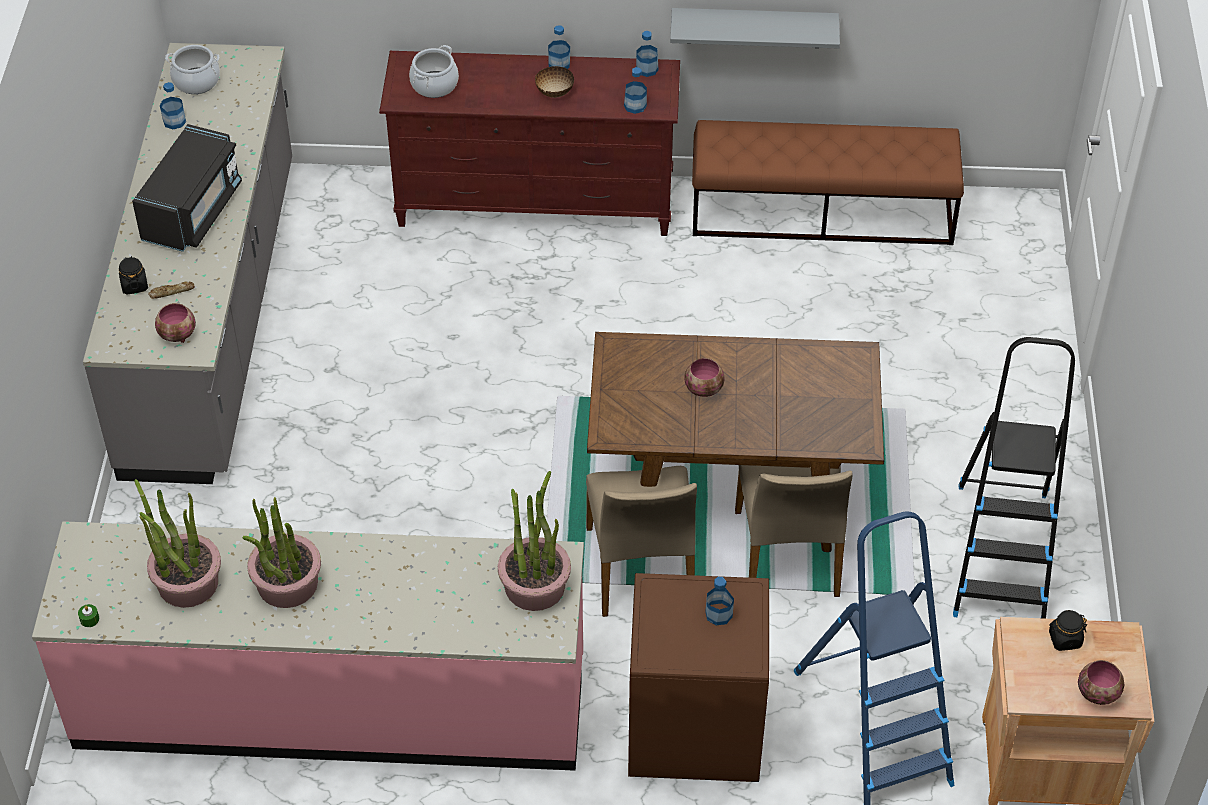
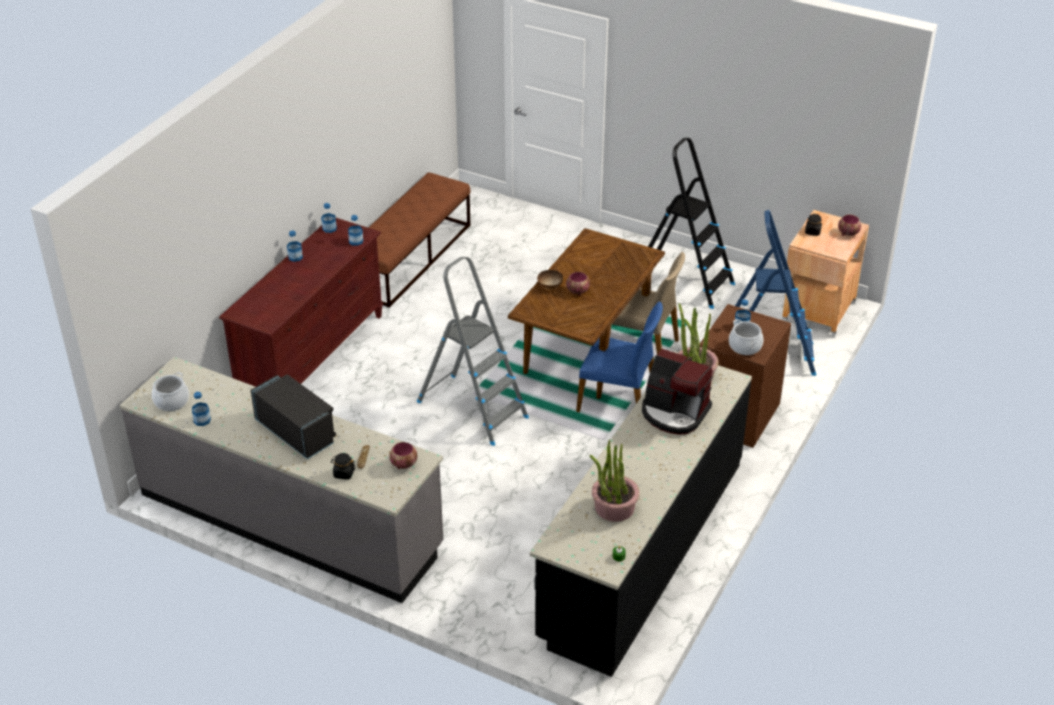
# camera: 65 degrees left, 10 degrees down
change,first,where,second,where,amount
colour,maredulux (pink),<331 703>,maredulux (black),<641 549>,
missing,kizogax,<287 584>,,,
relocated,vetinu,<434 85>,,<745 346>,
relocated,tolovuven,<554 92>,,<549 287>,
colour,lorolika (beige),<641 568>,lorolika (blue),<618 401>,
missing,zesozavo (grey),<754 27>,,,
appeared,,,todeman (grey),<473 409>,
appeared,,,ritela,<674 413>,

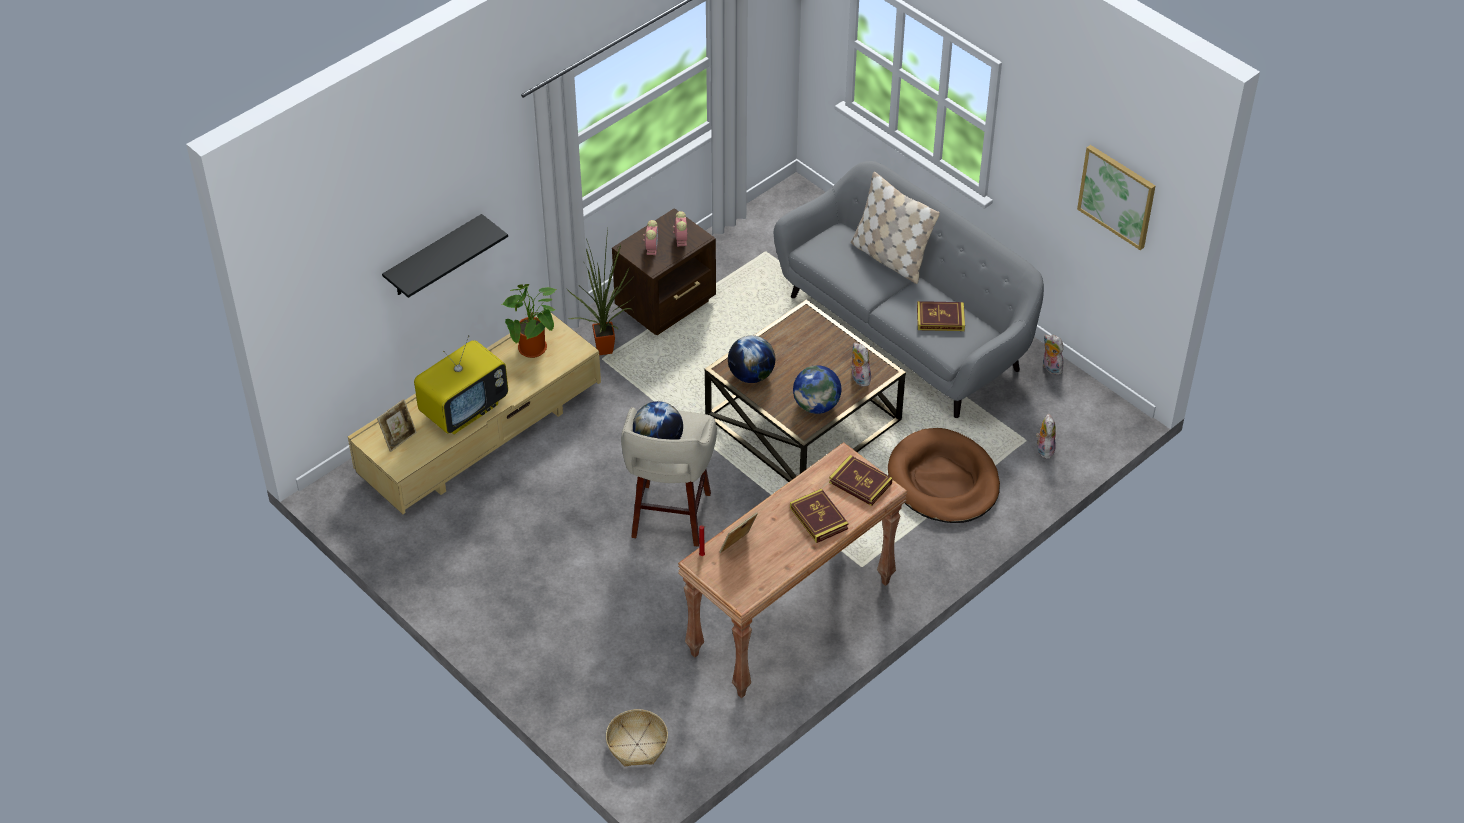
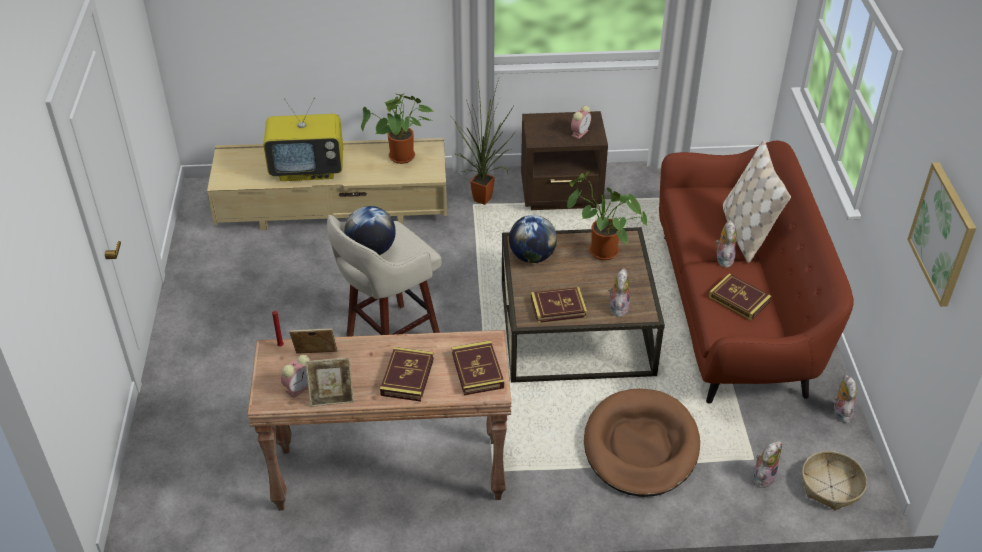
# camera: 40 degrees right, 5 degrees down
change,first,where,second,where,amount
relocated,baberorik,<399 438>,,<332 398>,
missing,zesozavo (black),<434 257>,,,
relocated,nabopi,<637 744>,,<830 486>,
relocated,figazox,<651 247>,,<299 387>,
colour,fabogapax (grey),<906 331>,fabogapax (brown),<734 312>,
exchanged,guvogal,<816 405>,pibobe,<558 307>,
appeared,,,kizogax,<600 252>,
appeared,,,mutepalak,<723 258>,

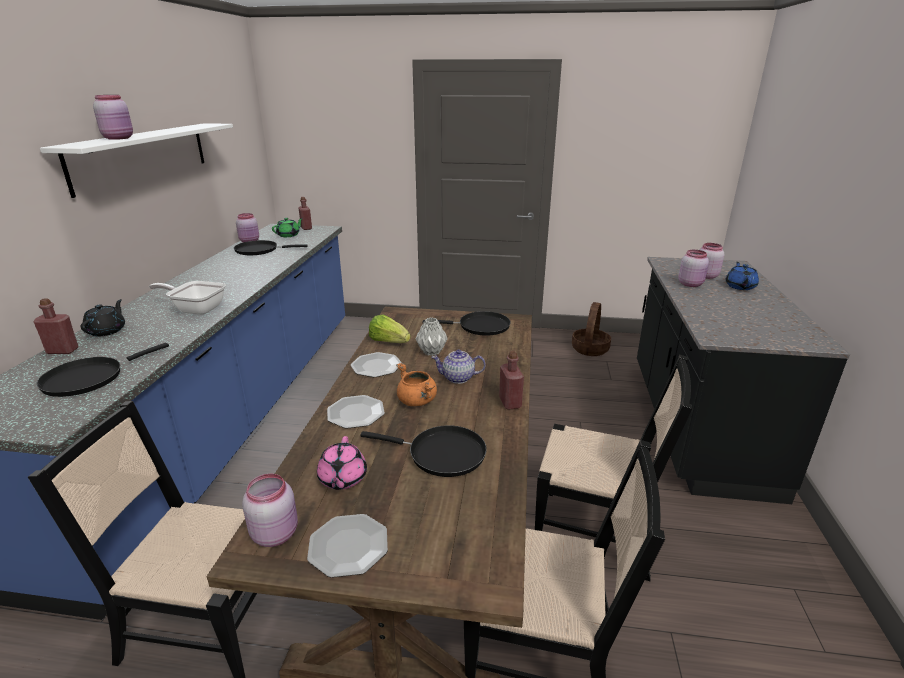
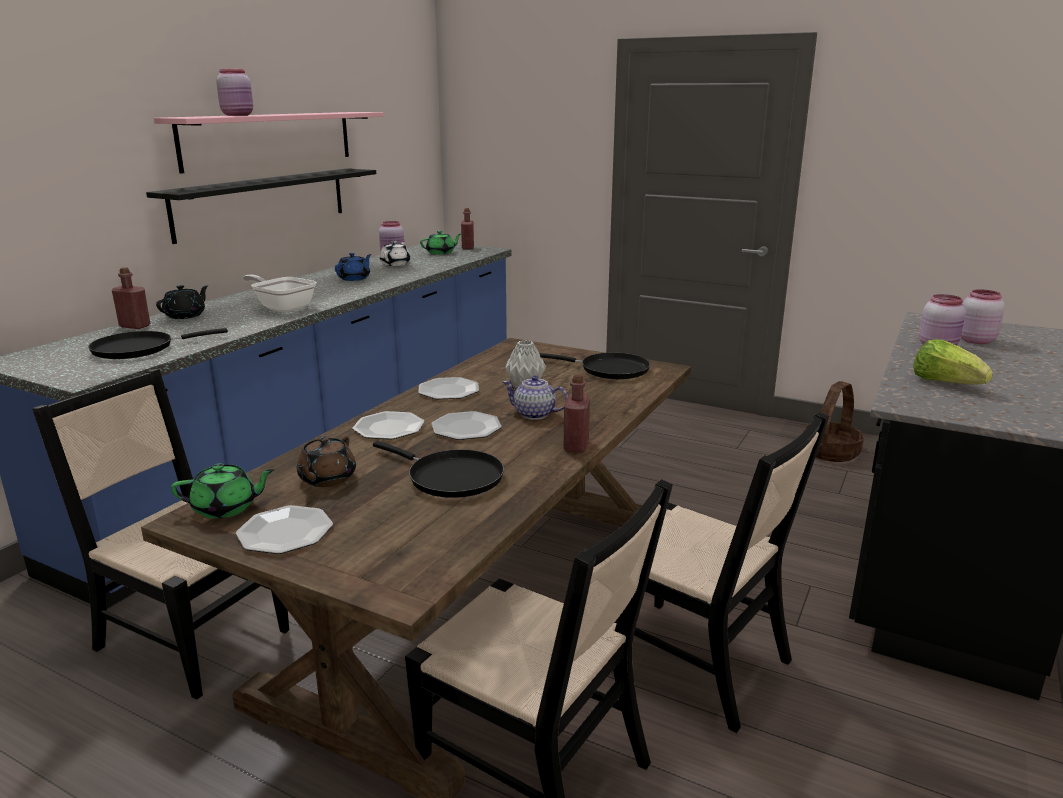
# camera: 20 degrees right, 5 degrees down
change,first,where,second,where,amount
colour,zesozavo (white),<142 155>,zesozavo (pink),<270 139>,
exchanged,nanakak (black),<260 250>,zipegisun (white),<395 264>,
exchanged,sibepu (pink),<275 533>,zipegisun (green),<226 508>,
colour,zipegisun (pink),<342 479>,zipegisun (brown),<326 479>,
relocated,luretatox,<389 342>,,<945 383>,
exchanged,vetinu (orange),<417 401>,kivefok,<466 428>,
relocated,zipegisun (blue),<740 286>,,<354 278>,
appeared,,,zesozavo (black),<263 202>,

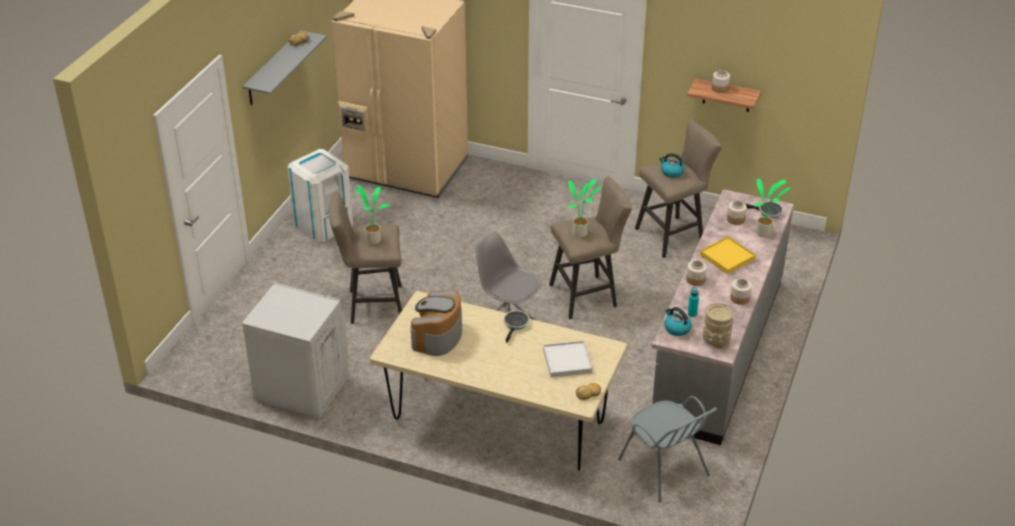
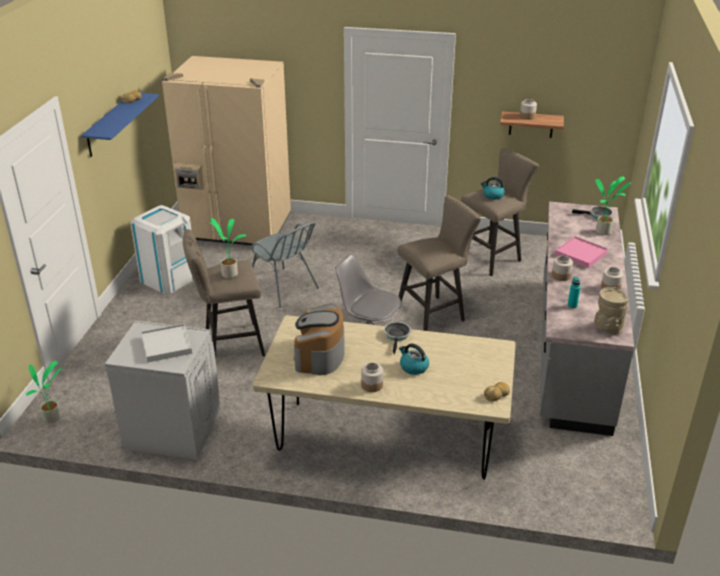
# camera: 10 degrees left, 5 degrees down
change,first,where,second,where,amount
colour,zesozavo (grey),<273 69>,zesozavo (blue),<109 125>,
relocated,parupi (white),<567 361>,,<166 345>,
relocated,kizogax,<581 233>,,<53 418>,
relocated,lorolika (grey),<665 471>,,<284 289>,
relocated,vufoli,<676 328>,,<413 367>,
colour,parupi (yellow),<727 257>,parupi (pink),<580 254>,
relocated,sibepu,<735 219>,,<372 385>,

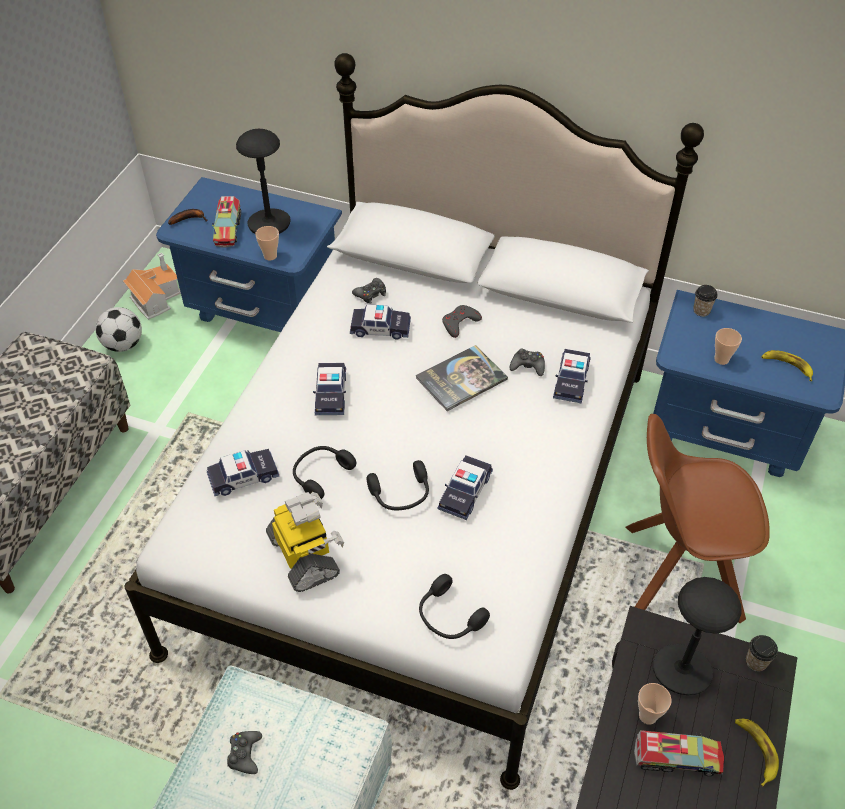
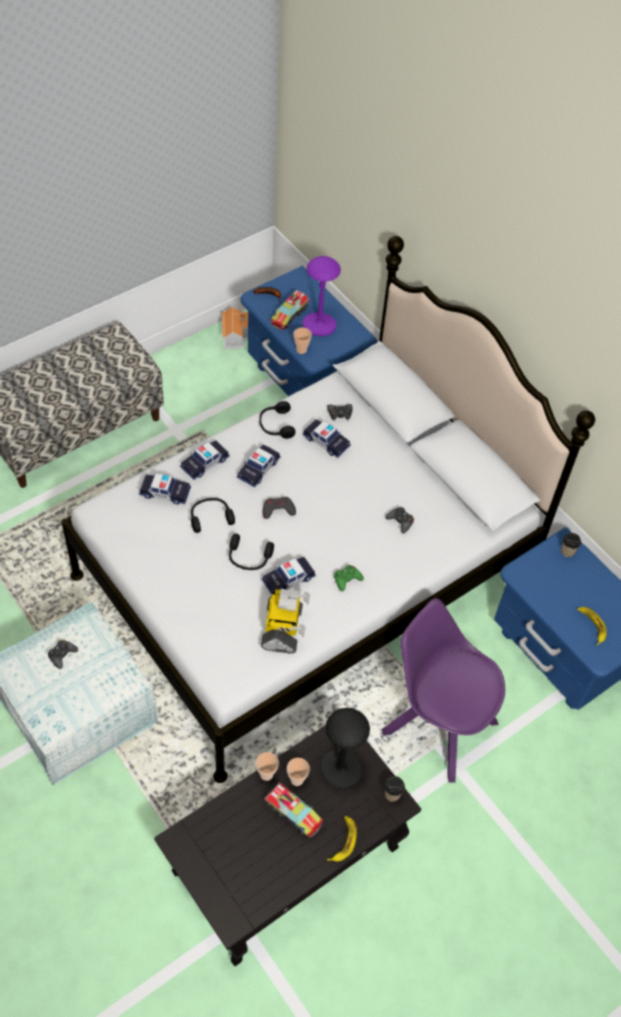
# camera: 30 degrees right, 5 degrees up
change,first,where,second,where,amount
missing,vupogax,<123 344>,,,
colour,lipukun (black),<269 224>,lipukun (purple),<319 326>,
relocated,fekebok,<305 556>,,<283 629>,
missing,pibobe,<461 379>,,,
relocated,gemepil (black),<448 617>,,<275 425>,
relocated,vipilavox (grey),<459 323>,,<278 509>,
relocated,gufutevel,<571 381>,,<205 463>,
colour,lorolika (brown),<678 571>,lorolika (purple),<437 724>,
relocated,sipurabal,<721 359>,,<266 774>,
appeared,,,vipilavox (green),<347 579>,

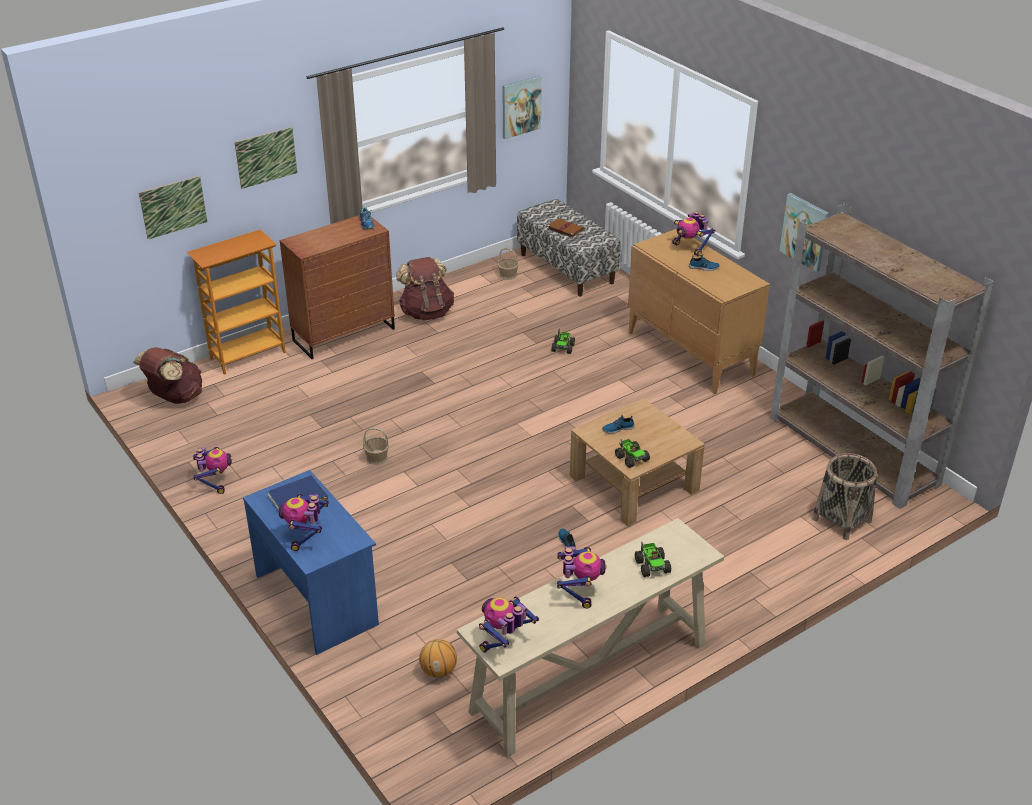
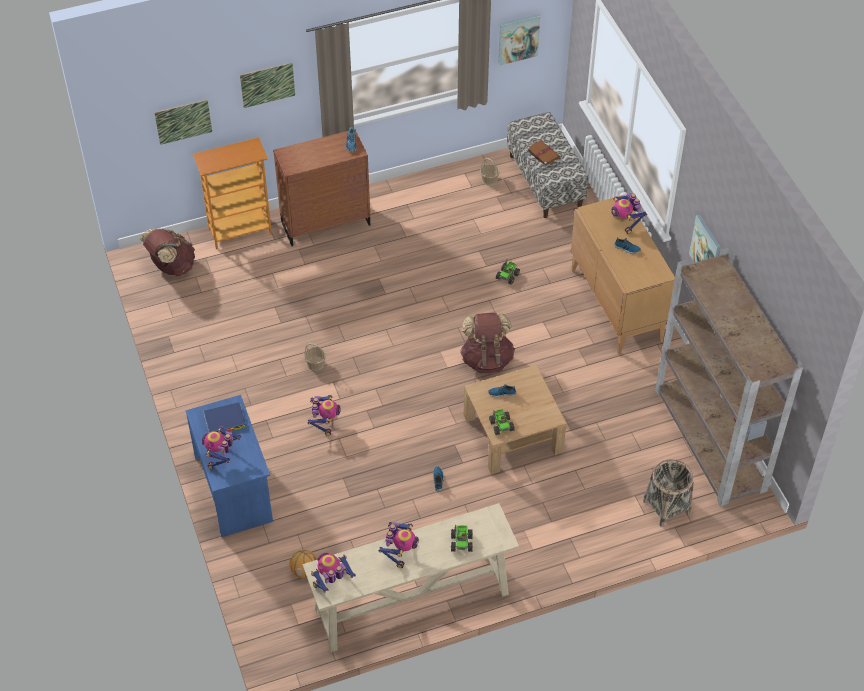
# camera: 15 degrees right, 15 degrees up
change,first,where,second,where,amount
relocated,fekebok,<215 482>,,<325 422>,
relocated,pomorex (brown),<426 313>,,<487 359>,

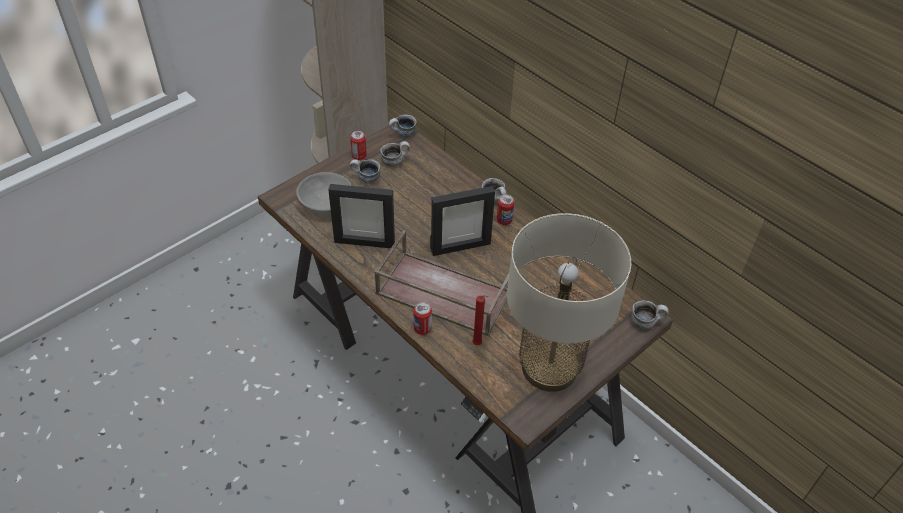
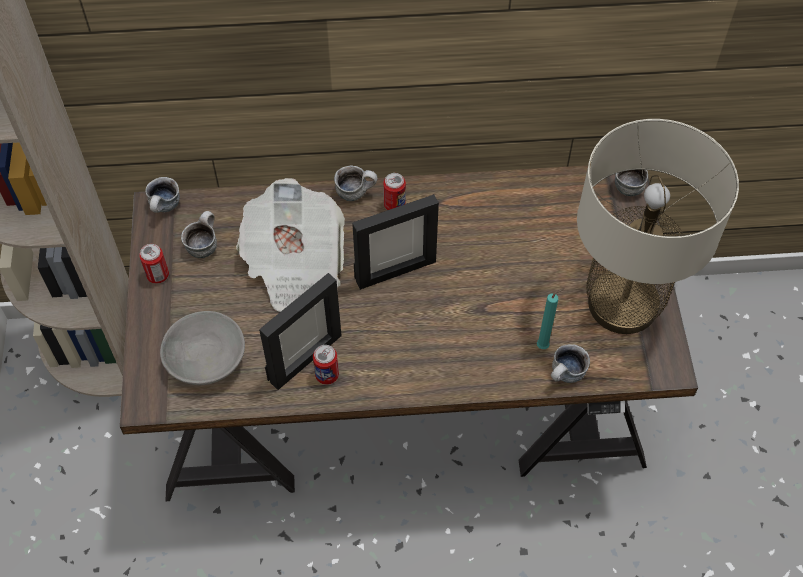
# camera: 50 degrees left, 10 degrees up
change,first,where,second,where,amount
relocated,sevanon,<365 179>,,<565 376>,
missing,parupi (brown),<442 293>,,,
relocated,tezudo,<422 329>,,<327 375>,
spun,baberorik,<460 246>,,<395 270>,45 degrees clockwise
colour,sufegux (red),<478 344>,sufegux (turquoise),<544 346>,
appeared,,,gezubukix,<294 263>,

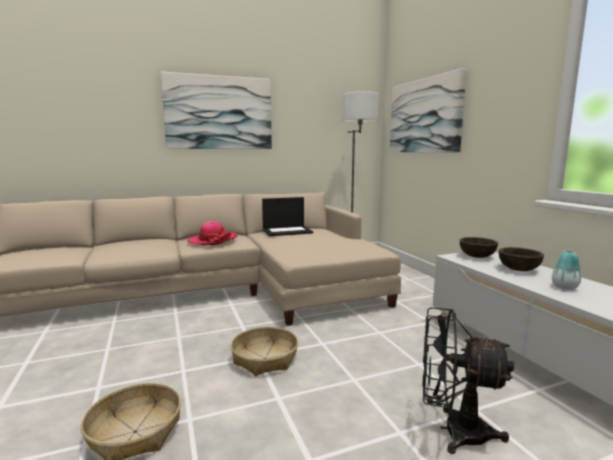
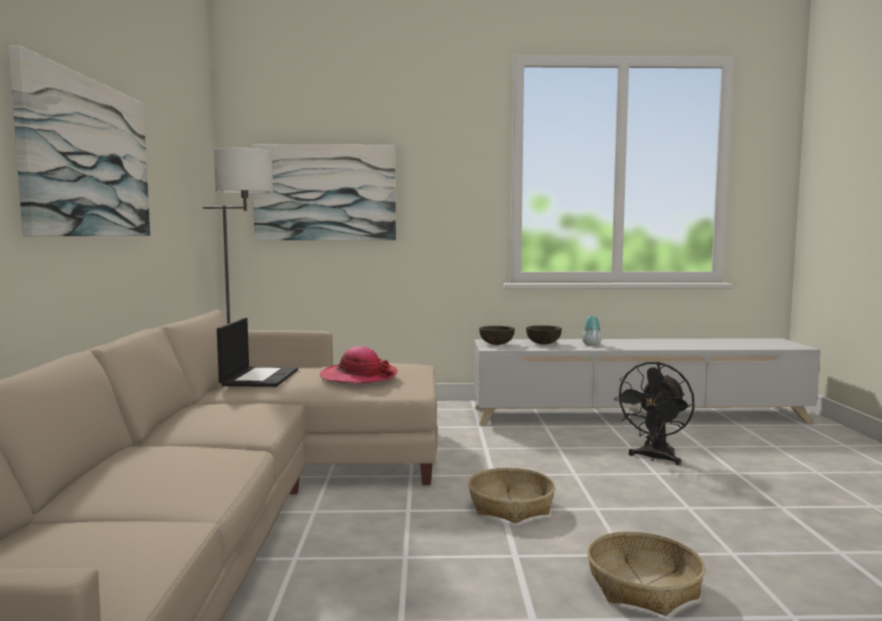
# camera: 70 degrees left, 5 degrees down
change,first,where,second,where,amount
relocated,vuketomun,<213 240>,,<358 376>,

